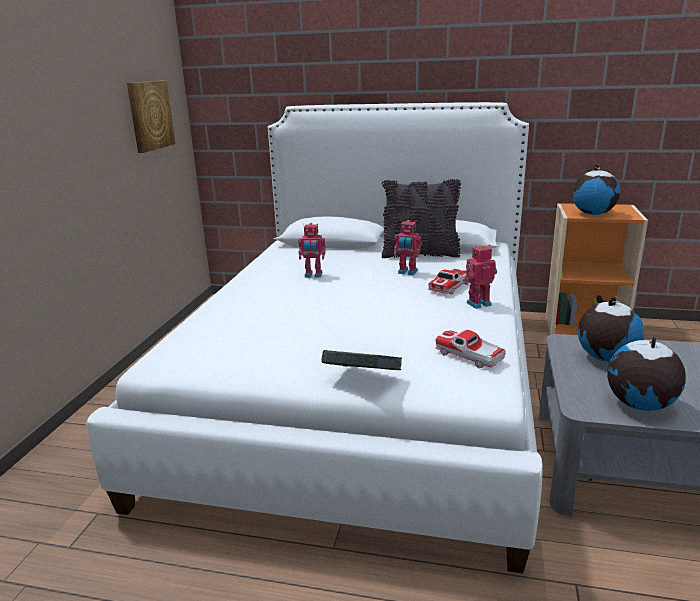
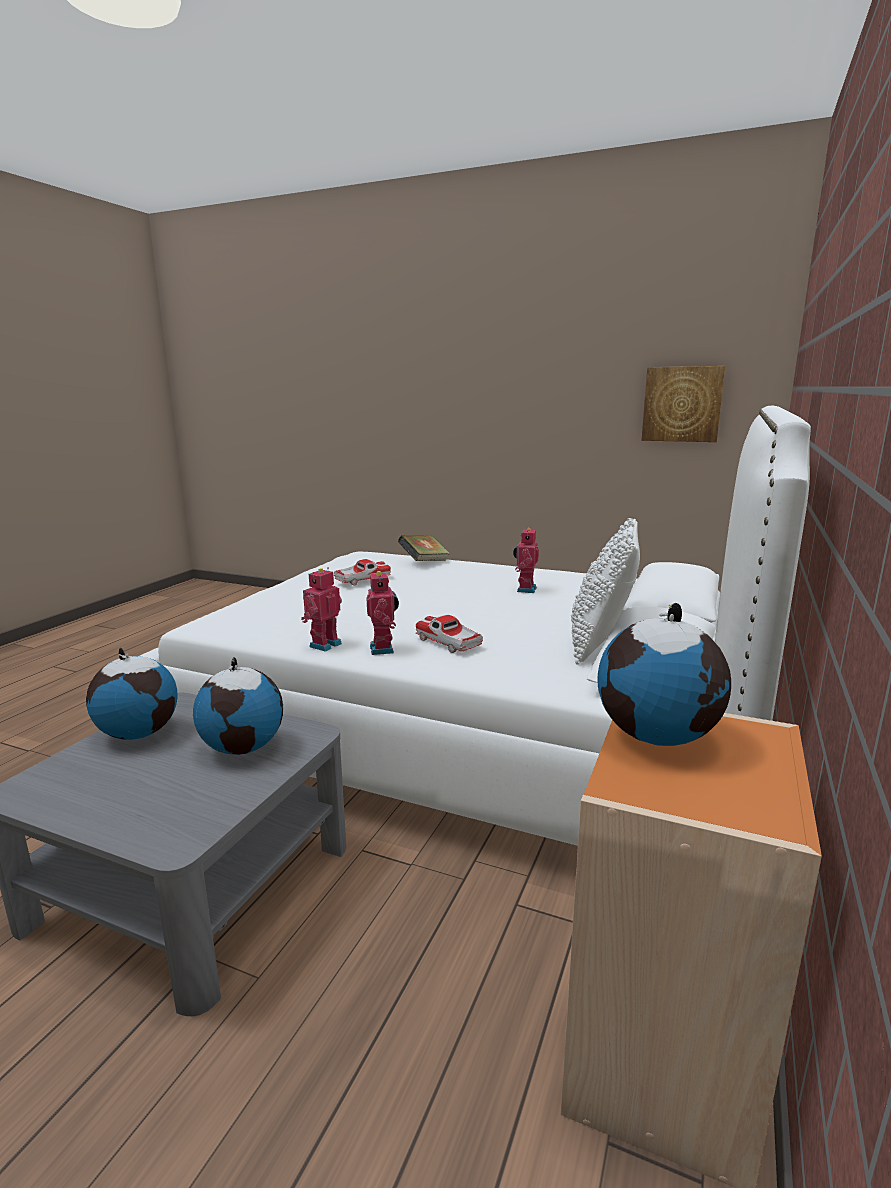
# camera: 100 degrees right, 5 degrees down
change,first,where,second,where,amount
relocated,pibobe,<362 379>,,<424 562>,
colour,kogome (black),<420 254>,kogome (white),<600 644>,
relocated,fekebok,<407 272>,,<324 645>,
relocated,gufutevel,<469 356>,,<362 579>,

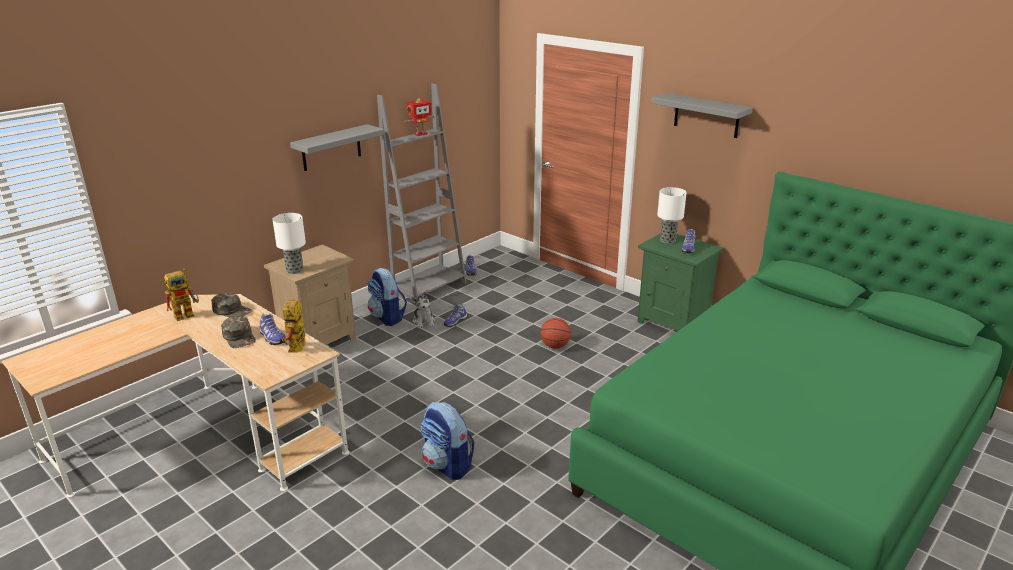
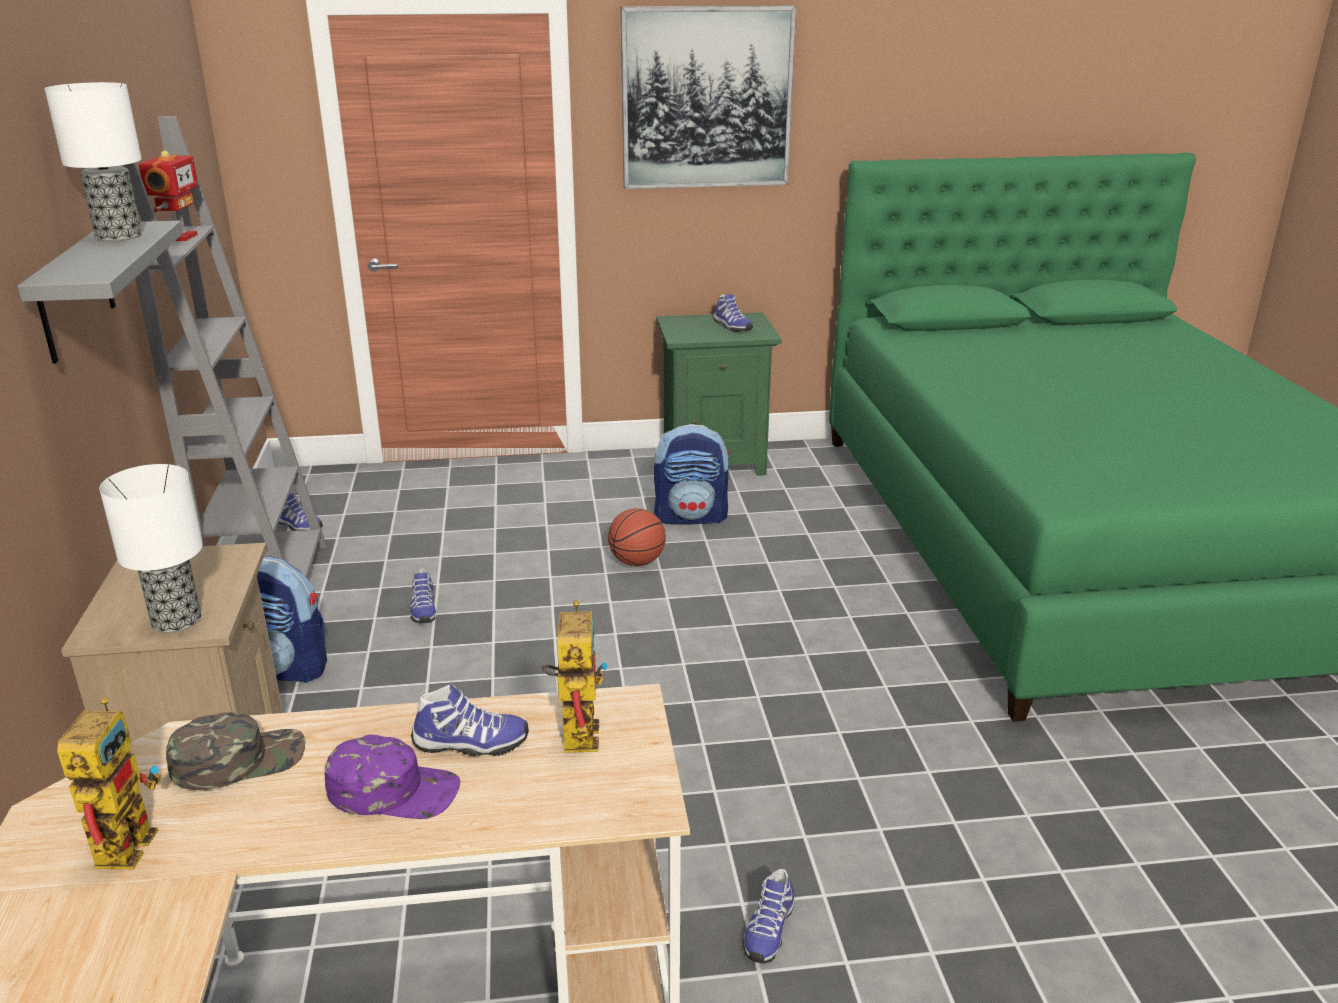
# camera: 50 degrees left, 0 degrees up
change,first,where,second,where,amount
colour,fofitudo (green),<239 337>,fofitudo (purple),<394 790>,
spun,fekebok,<298 350>,,<576 728>,135 degrees counterclockwise
missing,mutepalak,<423 321>,,,
relocated,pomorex,<448 465>,,<691 517>,
exchanged,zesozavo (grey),<706 115>,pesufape,<706 98>,
relocated,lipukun,<667 240>,,<118 236>,
appeared,,,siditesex,<767 930>,

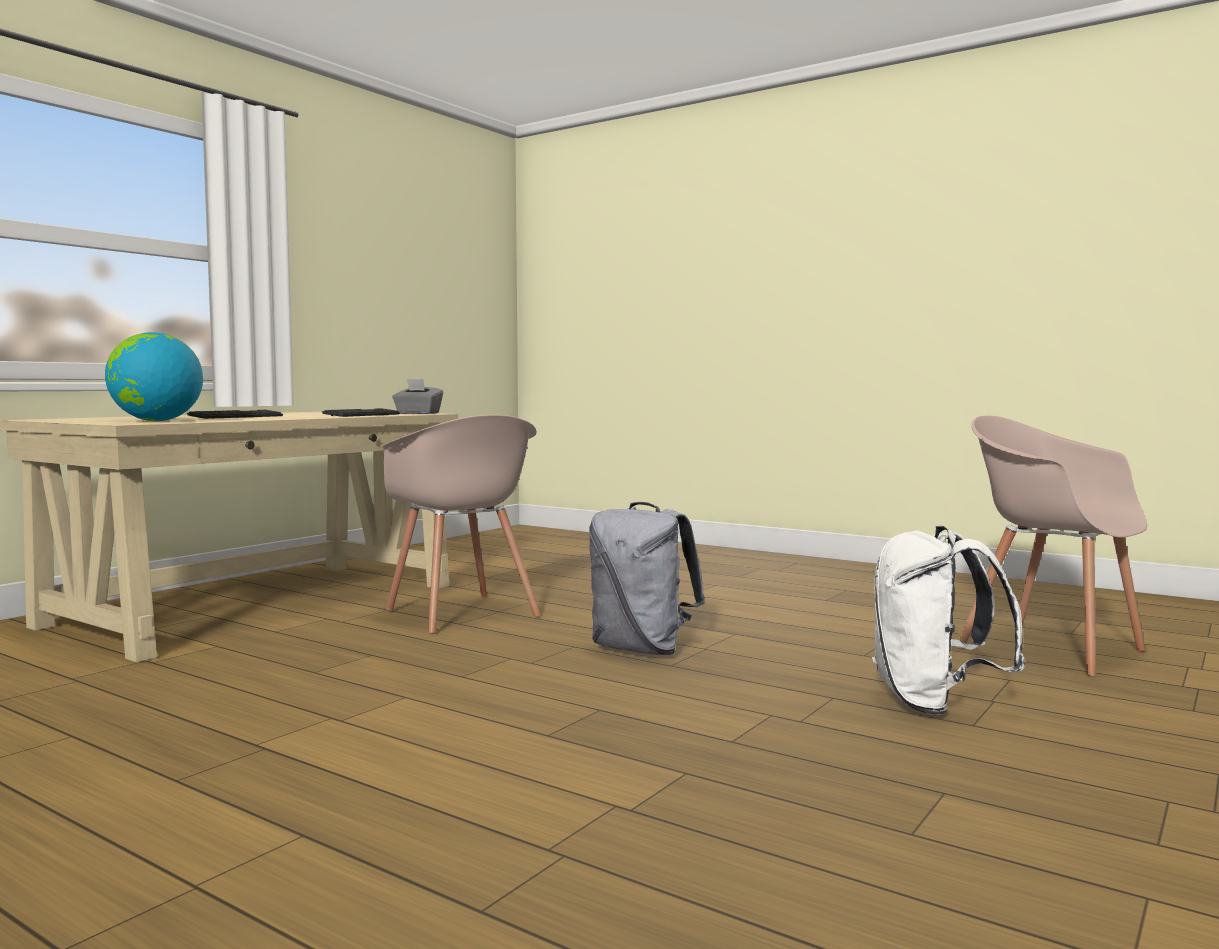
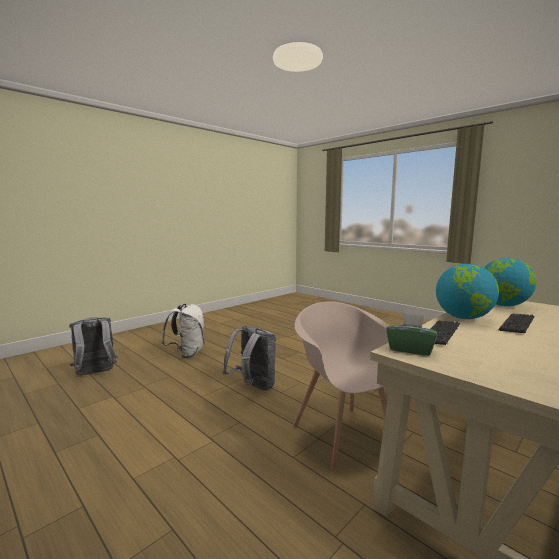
# camera: 170 degrees left, 5 degrees up
change,first,where,second,where,amount
colour,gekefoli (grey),<417 413>,gekefoli (green),<410 349>,
exchanged,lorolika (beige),<1048 649>,pomorex (grey),<95 374>,
appeared,,,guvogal,<463 318>,

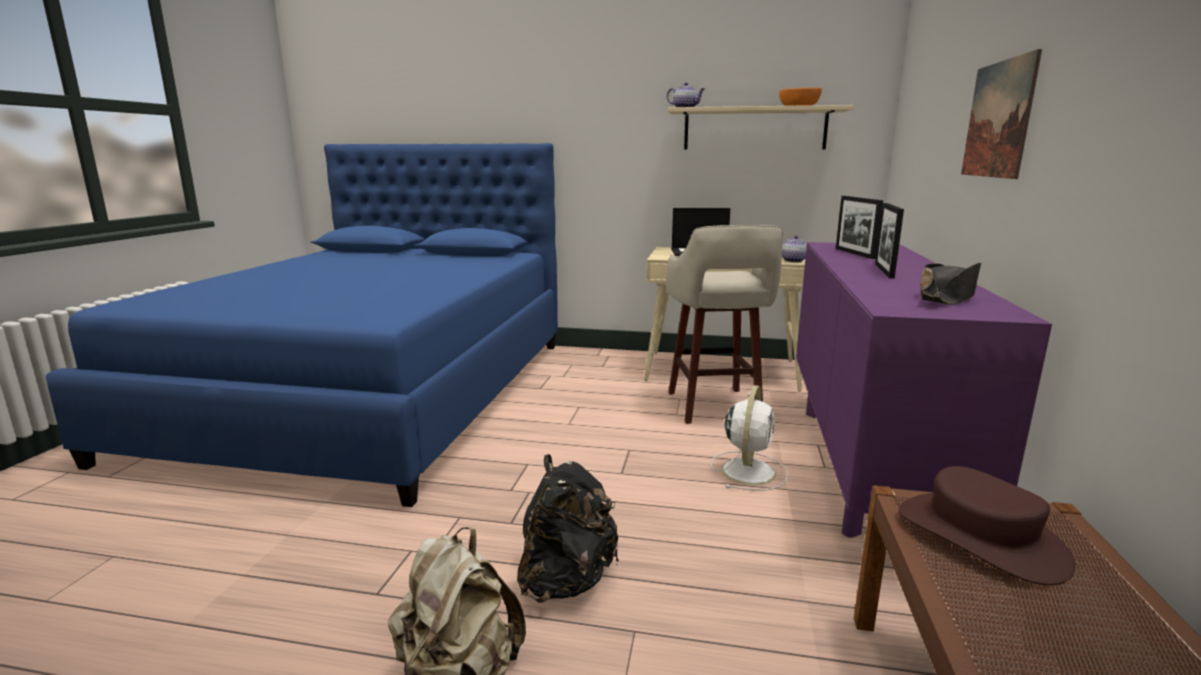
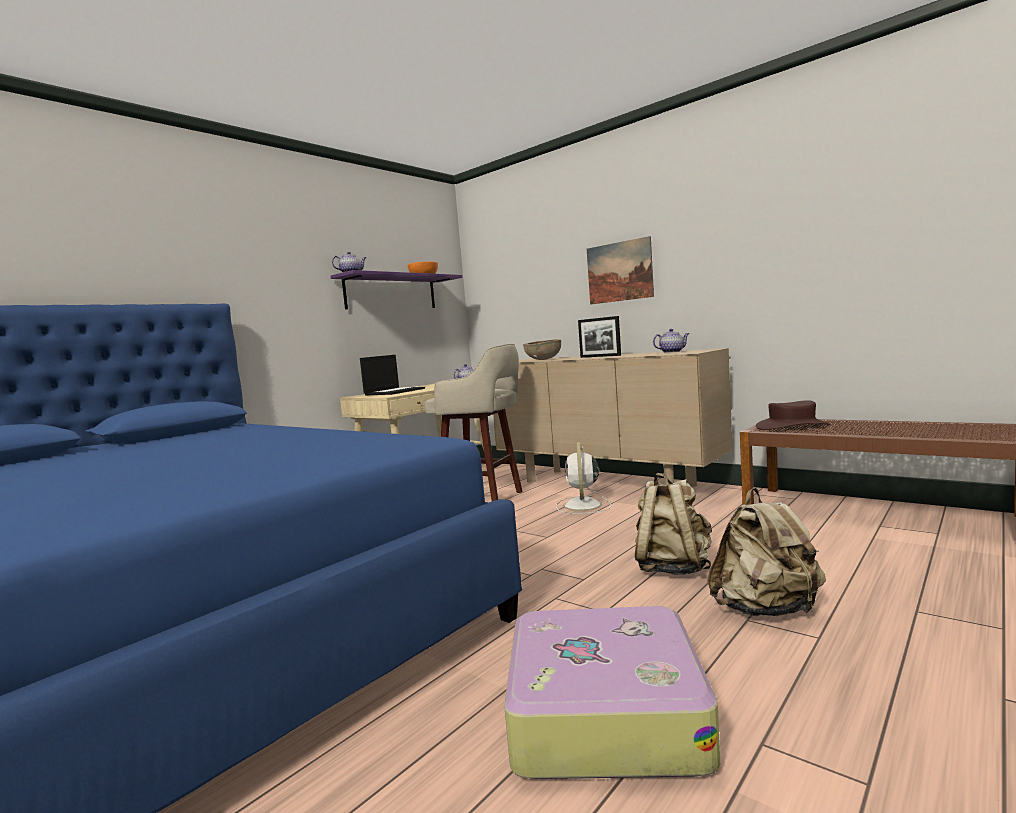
# camera: 60 degrees left, 10 degrees down
change,first,where,second,where,amount
colour,pomorex (black),<566 580>,pomorex (beige),<672 568>,
colour,zesozavo (beige),<754 129>,zesozavo (purple),<391 293>,
spun,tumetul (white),<748 470>,,<582 505>,135 degrees counterclockwise
colour,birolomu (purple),<865 466>,birolomu (beige),<606 483>,
exchanged,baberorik,<854 253>,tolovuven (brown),<543 359>,
exchanged,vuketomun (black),<947 297>,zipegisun,<672 352>,
appeared,,,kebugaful,<603 712>,

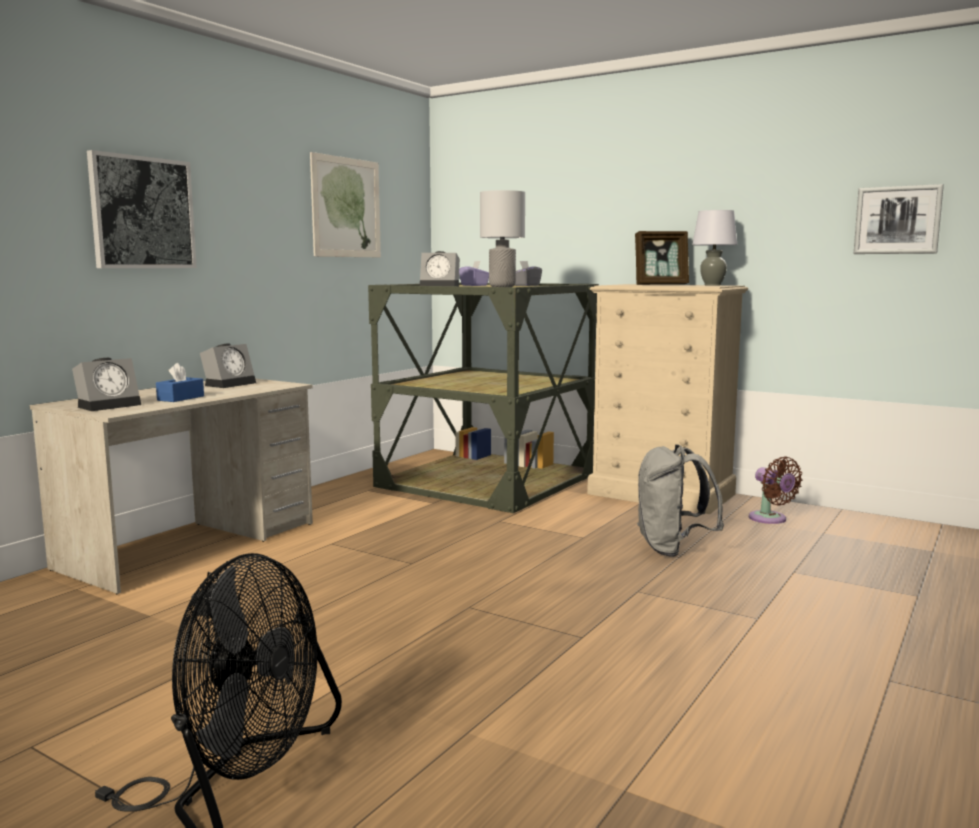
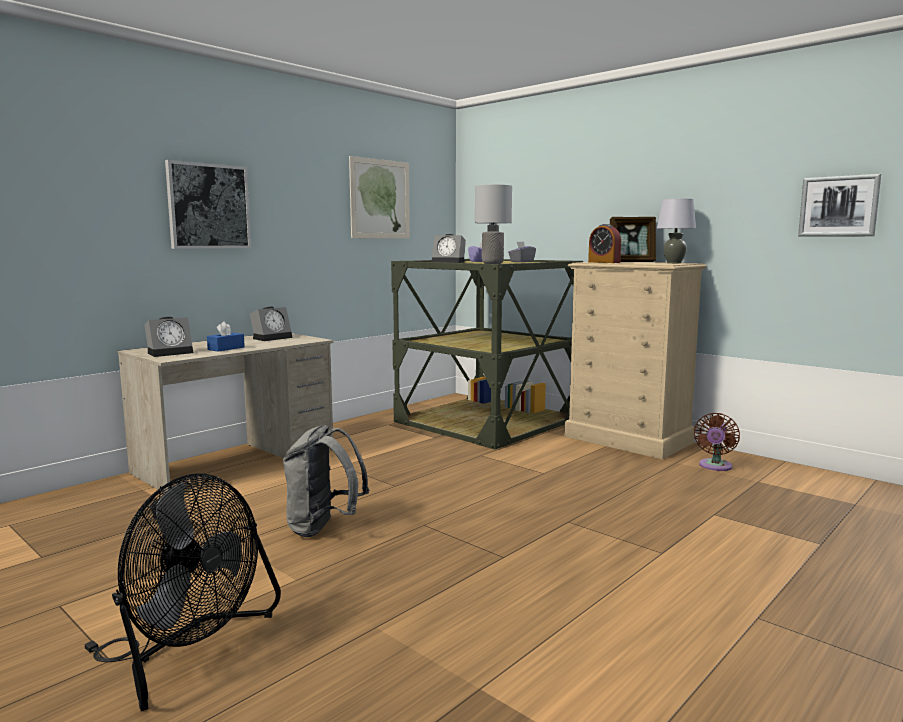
# camera: 10 degrees right, 0 degrees up
change,first,where,second,where,amount
relocated,pomorex (grey),<672 549>,,<323 528>,
spun,tumetul (brown),<770 519>,,<715 467>,45 degrees clockwise
appeared,,,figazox,<604 262>,

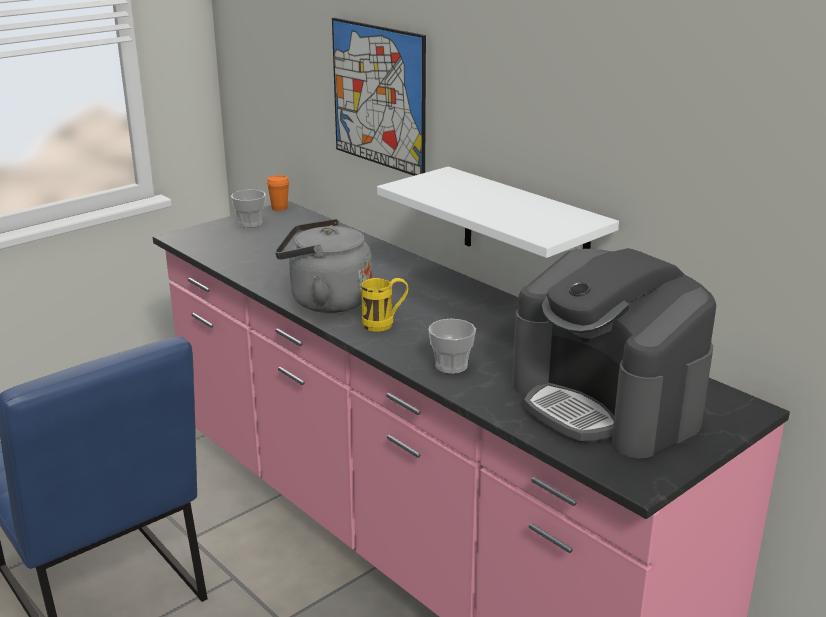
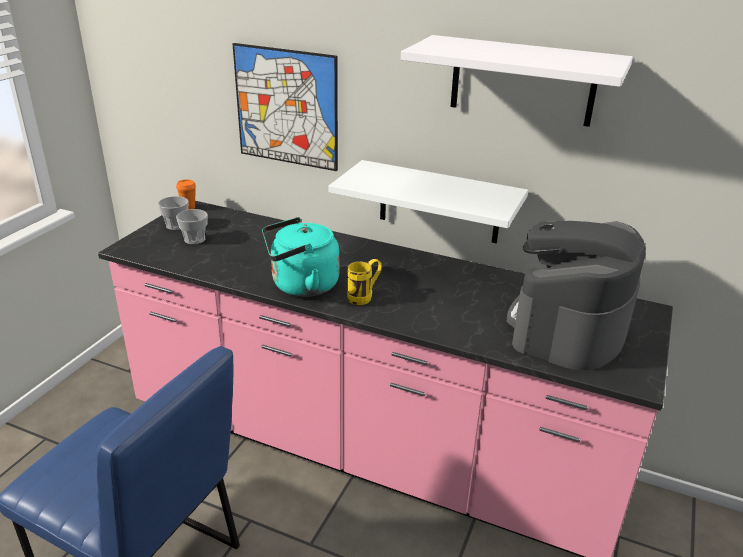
# camera: 25 degrees left, 5 degrees up
change,first,where,second,where,amount
colour,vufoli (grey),<325 301>,vufoli (turquoise),<301 286>,
relocated,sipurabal,<451 366>,,<195 239>,
spun,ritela,<606 403>,,<568 327>,90 degrees clockwise
appeared,,,zesozavo (white),<522 81>,

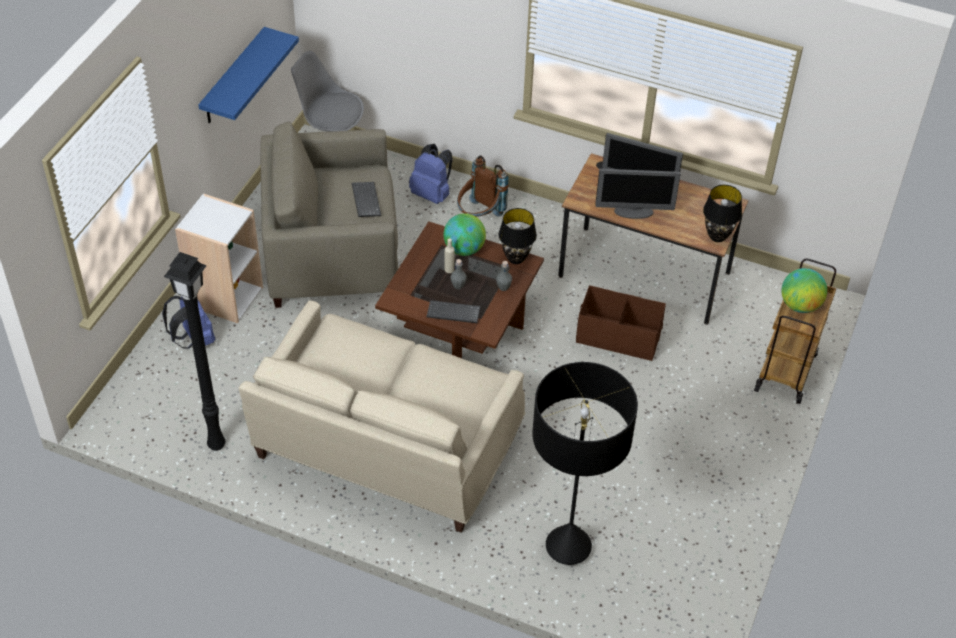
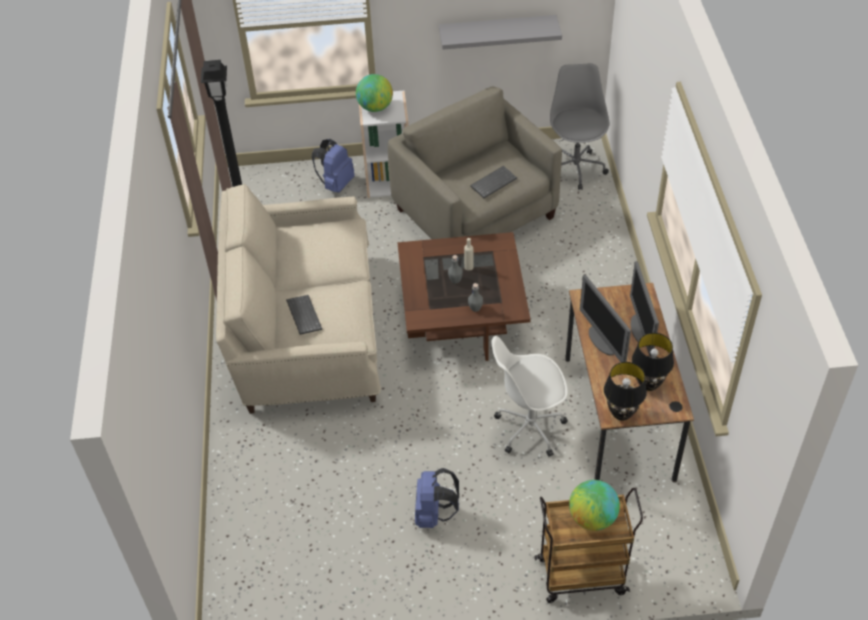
# camera: 65 degrees right, 0 degrees up
change,first,where,second,where,amount
colour,zesozavo (blue),<233 77>,zesozavo (grey),<497 31>,
relocated,pomorex (blue),<432 194>,,<434 514>,
relocated,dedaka,<452 313>,,<303 315>,
relocated,guvogal,<464 249>,,<375 107>,
missing,pomorex (brown),<479 216>,,,
relocated,lipukun (black),<516 259>,,<648 385>,
missing,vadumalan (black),<568 548>,,,
exchanged,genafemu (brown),<618 336>,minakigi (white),<528 429>,

